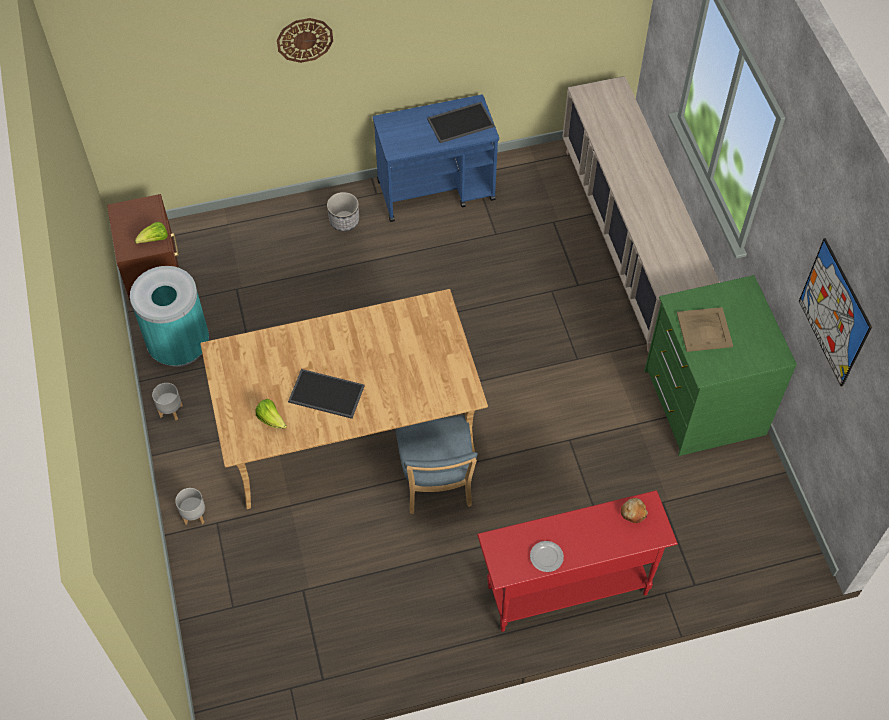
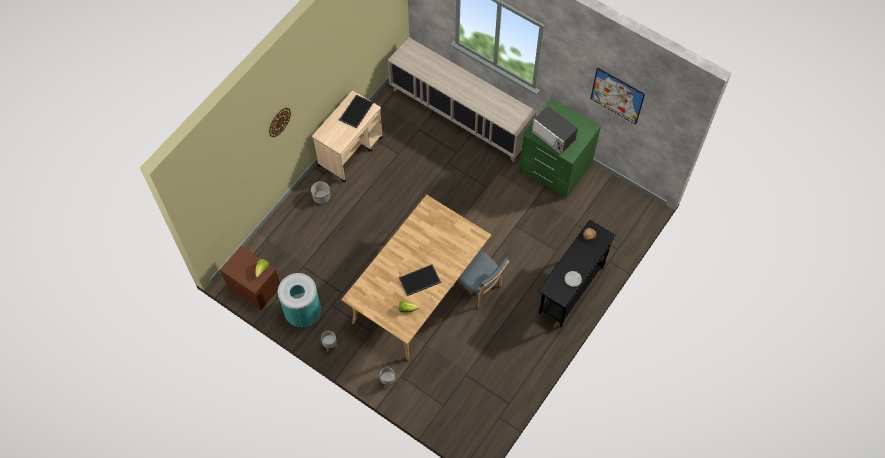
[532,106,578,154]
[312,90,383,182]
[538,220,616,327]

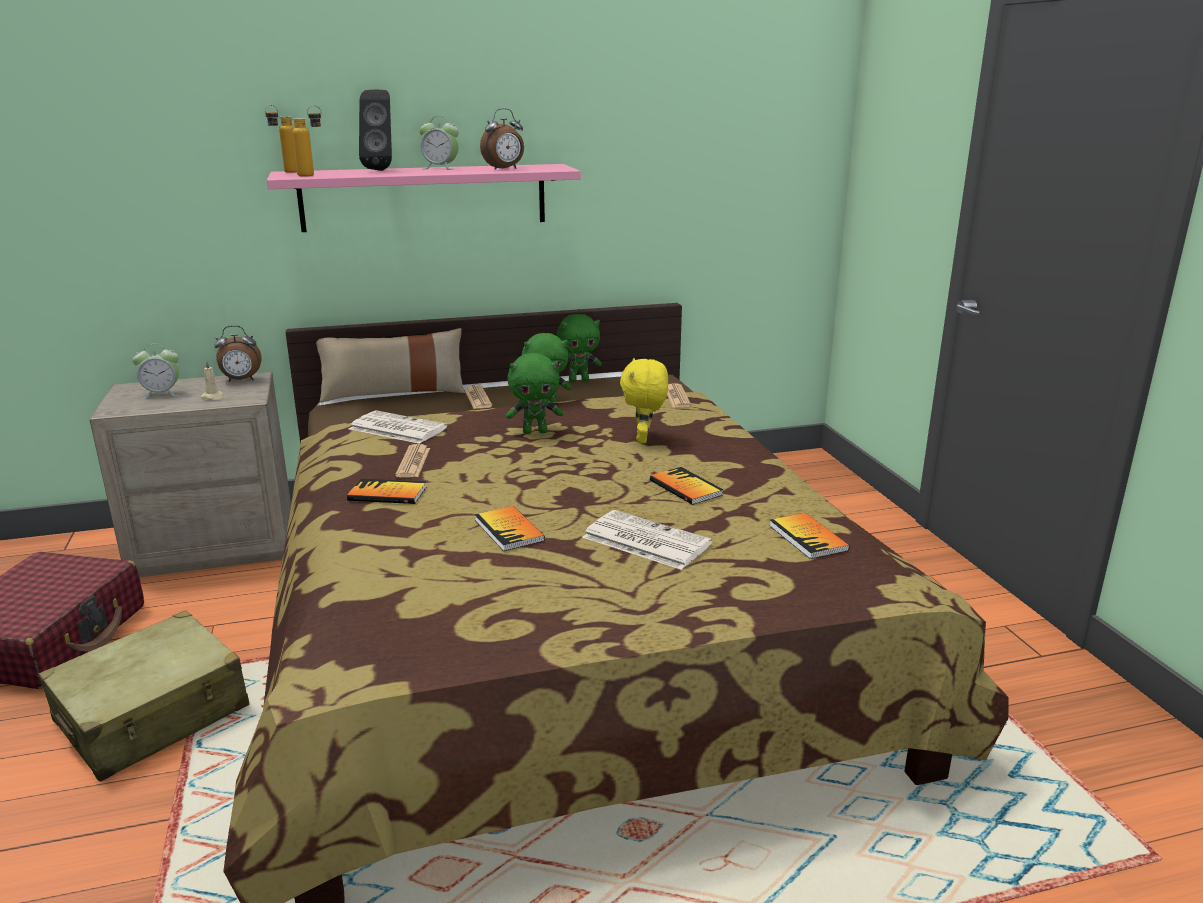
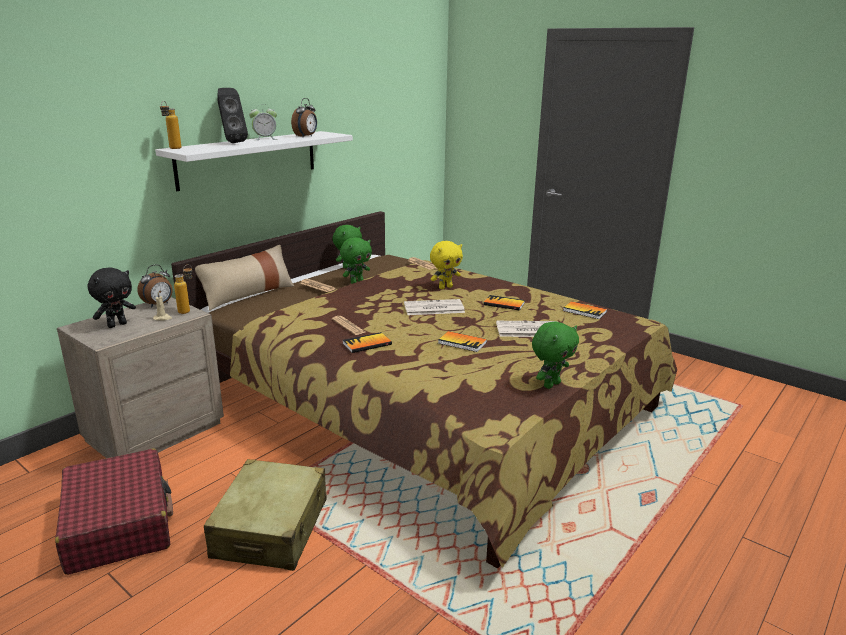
[174,264,192,314]
[404,299,465,315]
[532,321,579,389]
[88,267,136,328]
[155,131,353,191]
[430,241,463,289]

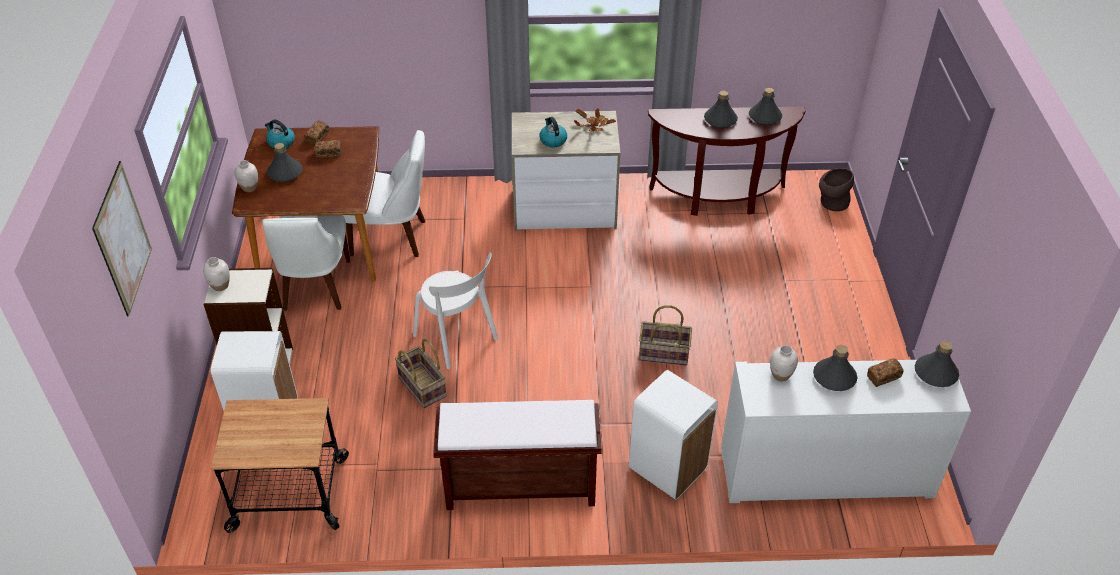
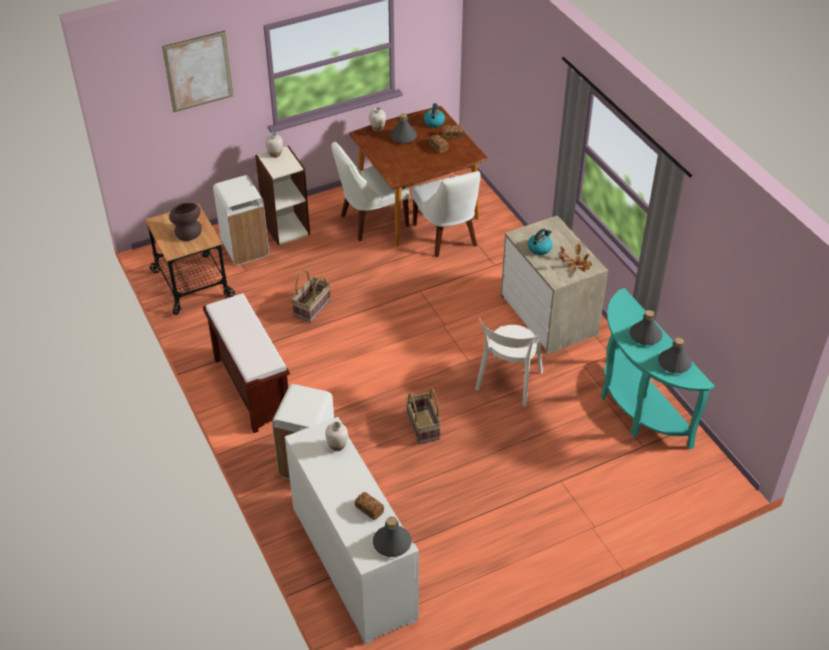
[813,345,858,391] (first image)
[475,317,543,406]
[169,203,202,241]
[601,288,715,449]

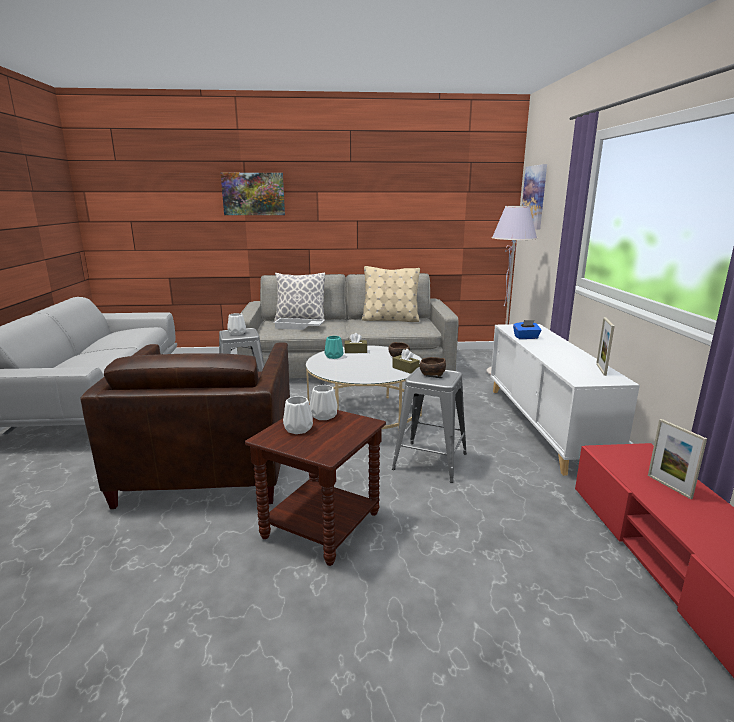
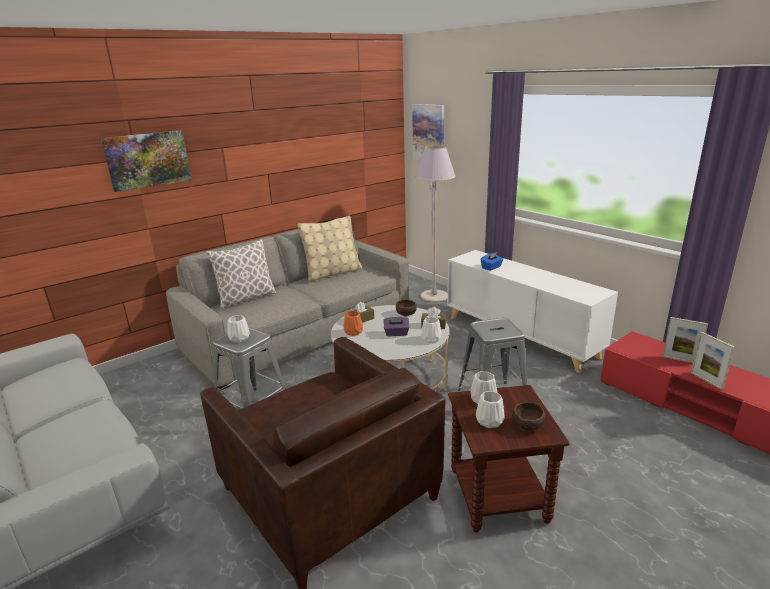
[274,318,325,330] (first image)
[383,317,409,336]
[421,317,442,343]
[512,402,545,432]
[691,332,735,390]
[344,311,363,336]

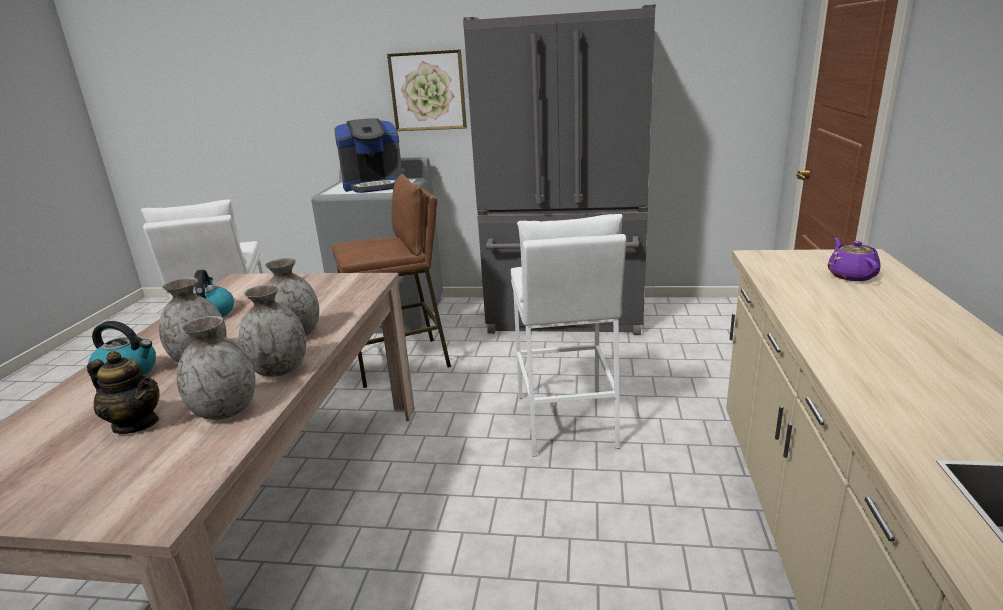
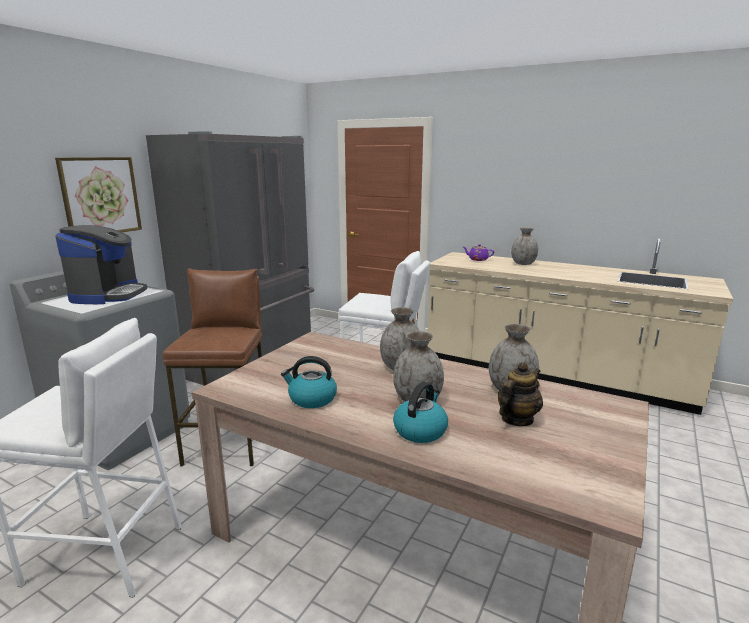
[511,228,538,265]

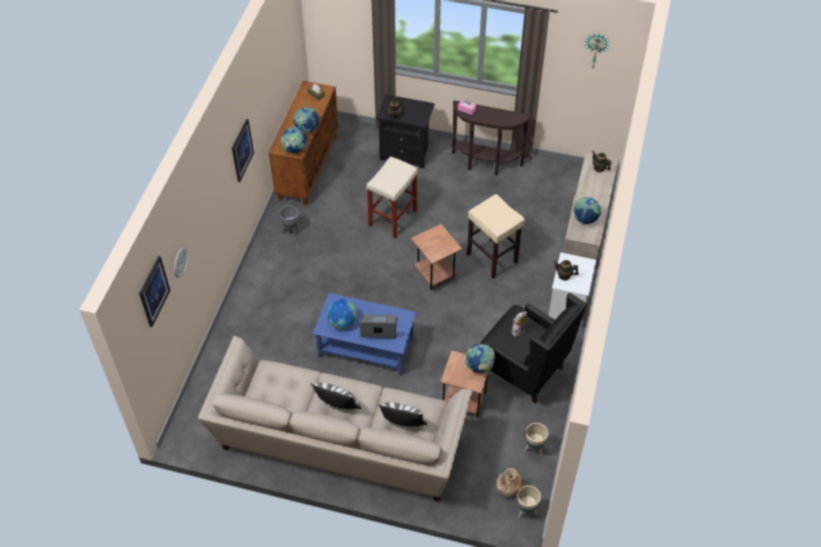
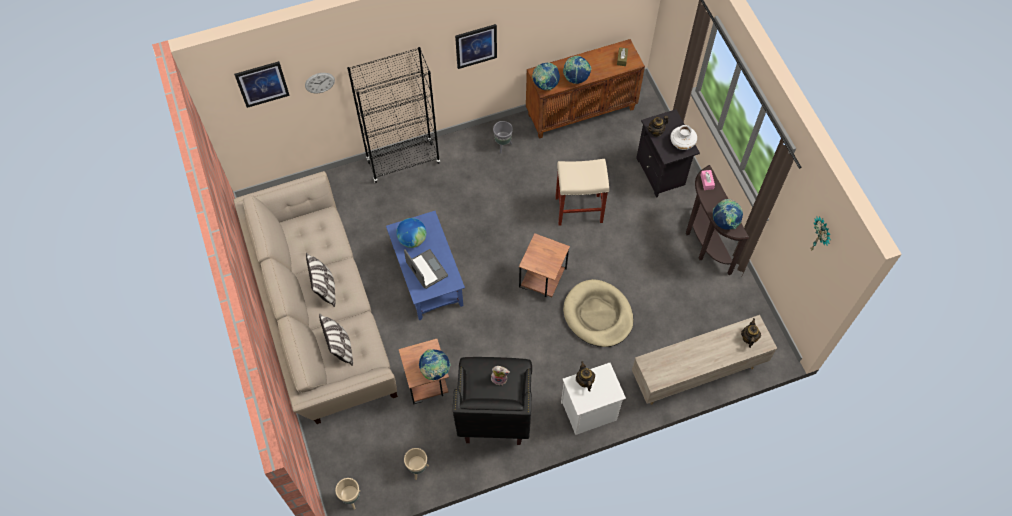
[497,468,522,497] (first image)
[347,47,440,183]
[670,125,697,150]
[713,199,743,230]
[563,279,633,347]

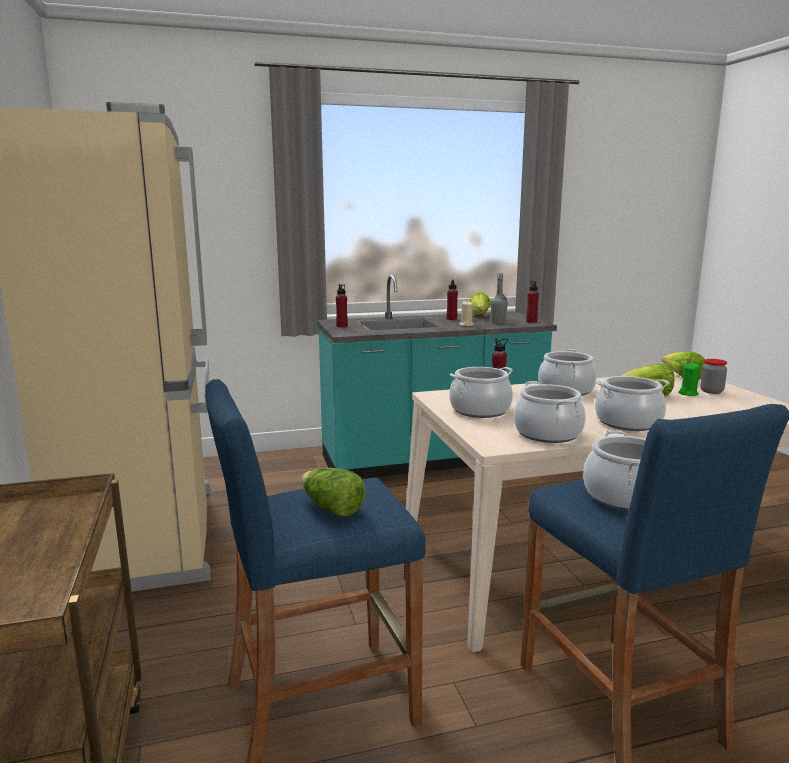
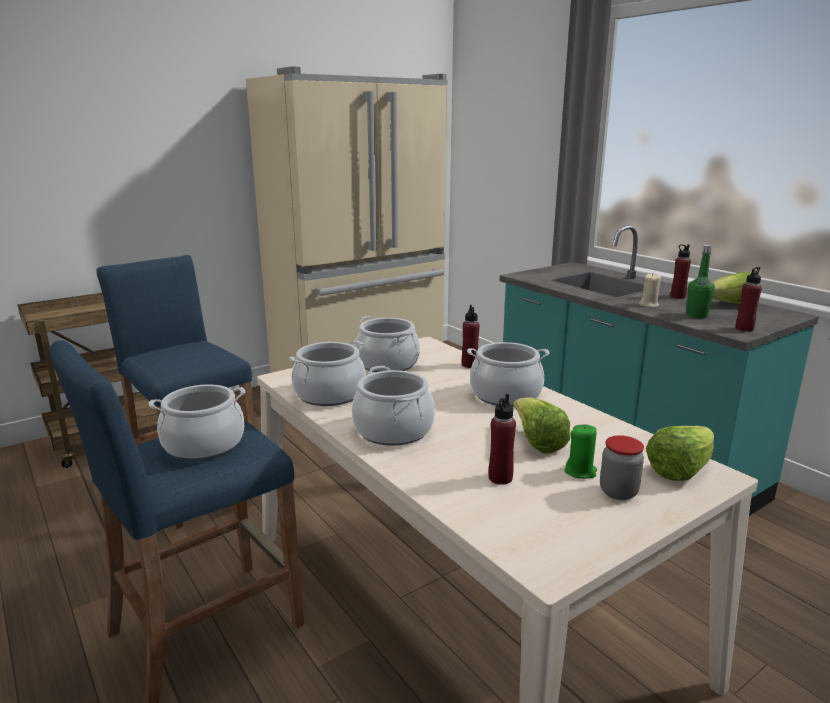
[301,468,366,517] (first image)
[488,394,516,485]
[686,245,715,318]

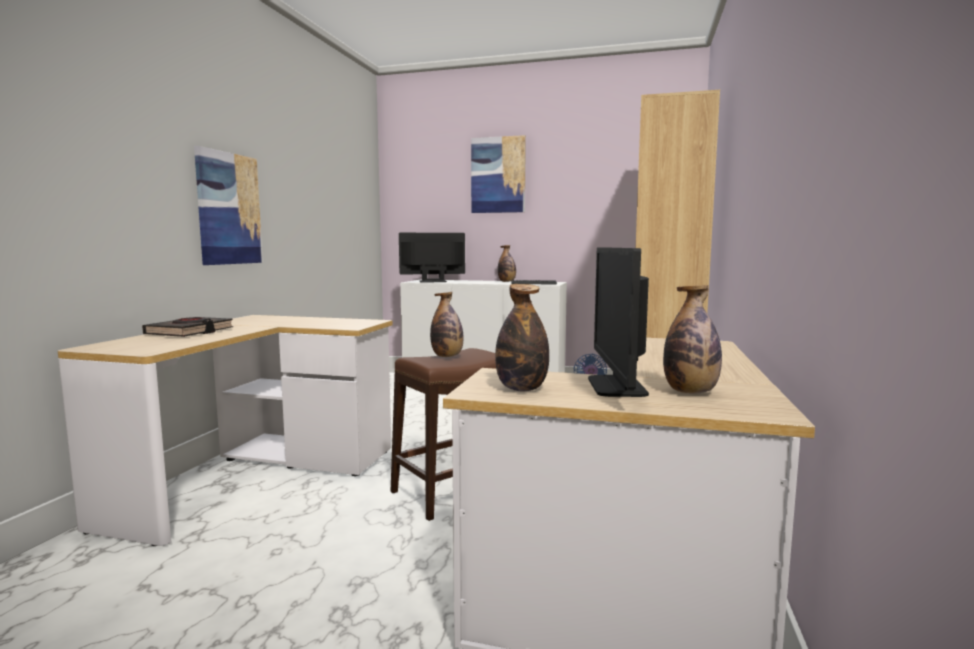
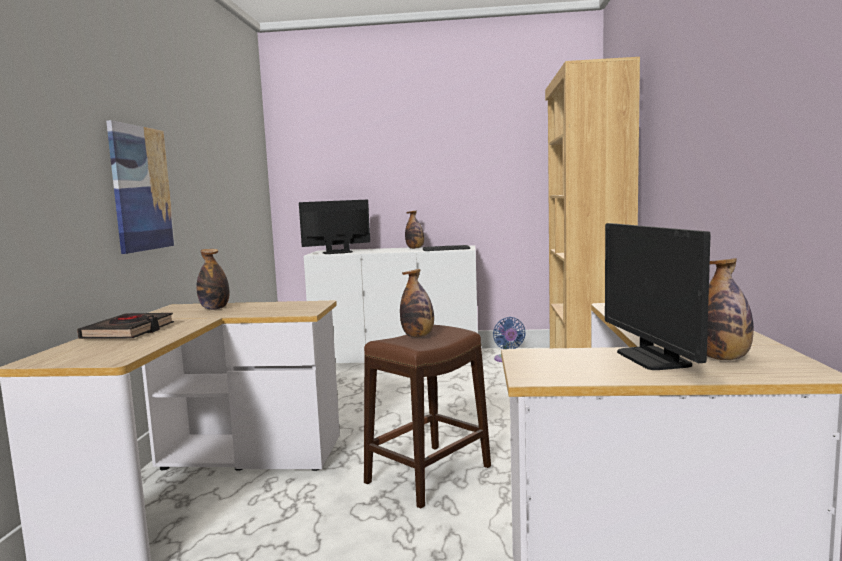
[471,135,526,213] (first image)
[196,249,230,310]

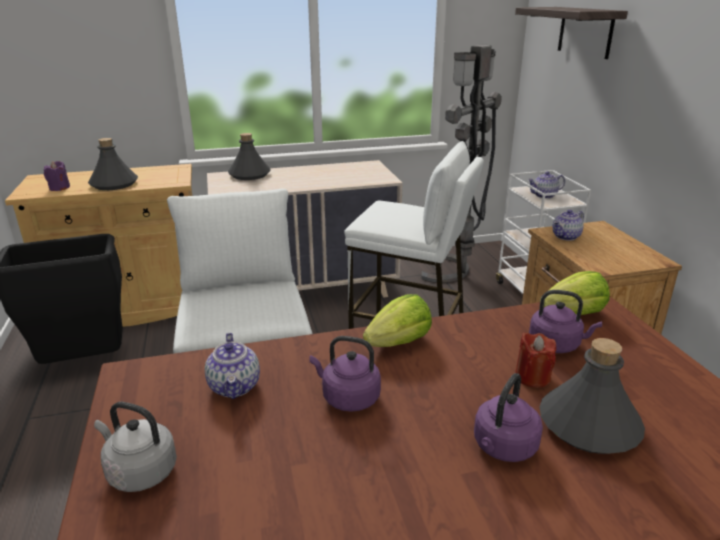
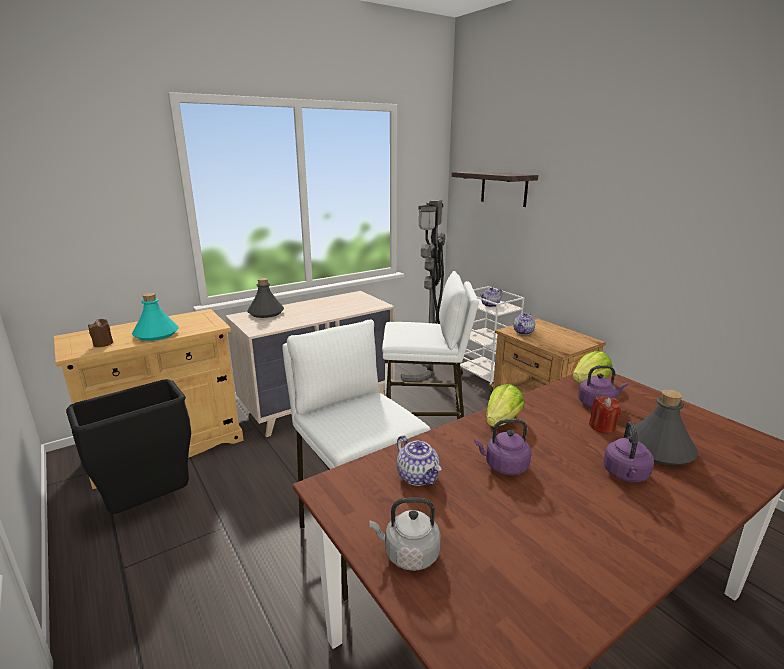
[88,319,113,347]
[132,293,179,341]

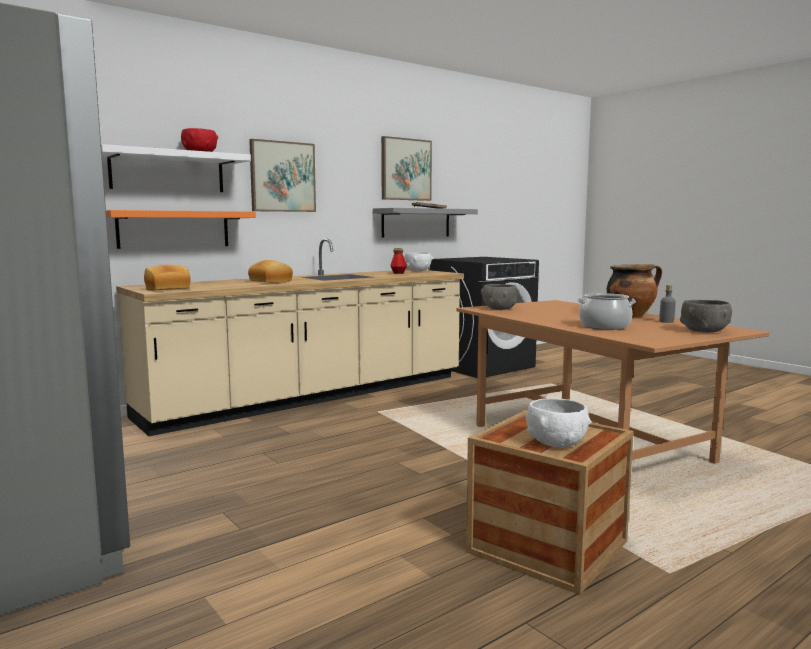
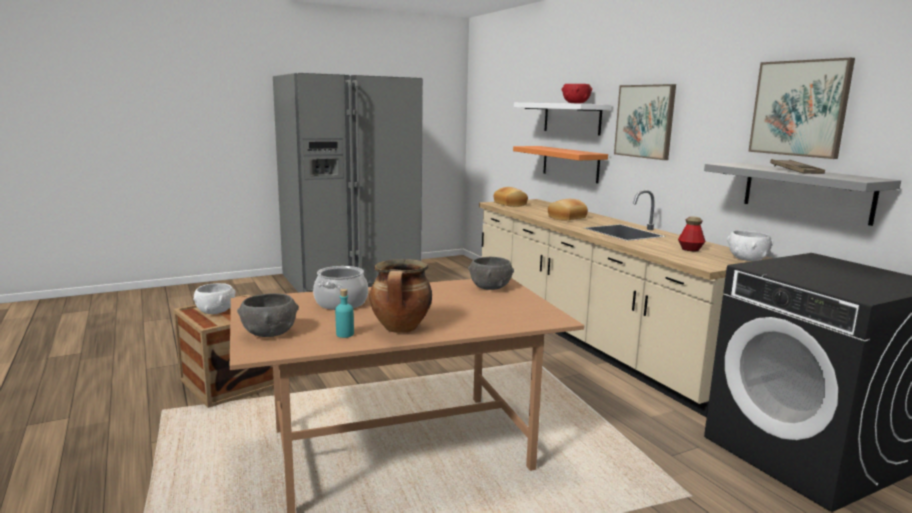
[335,289,354,338]

